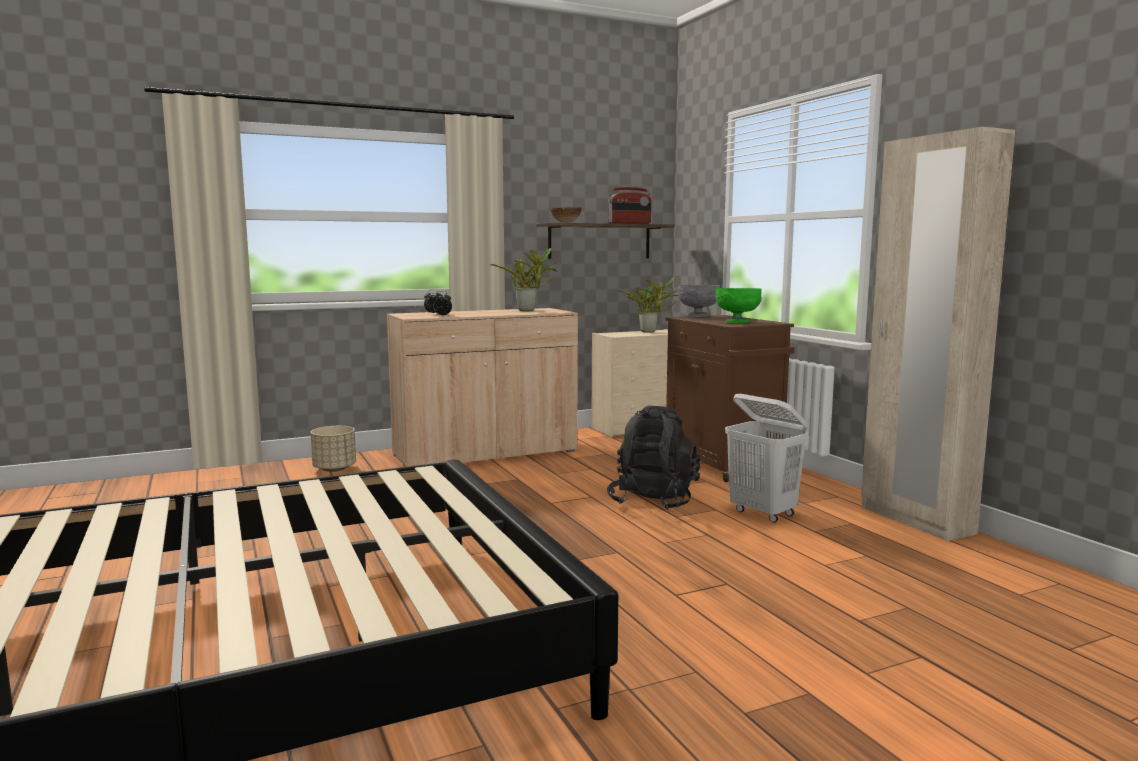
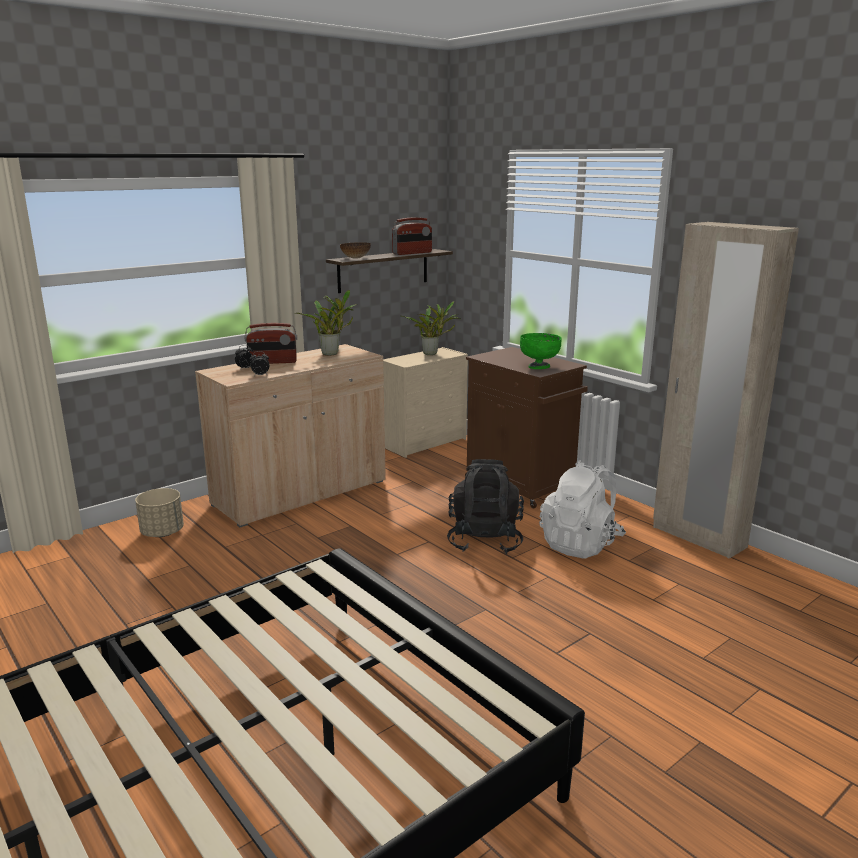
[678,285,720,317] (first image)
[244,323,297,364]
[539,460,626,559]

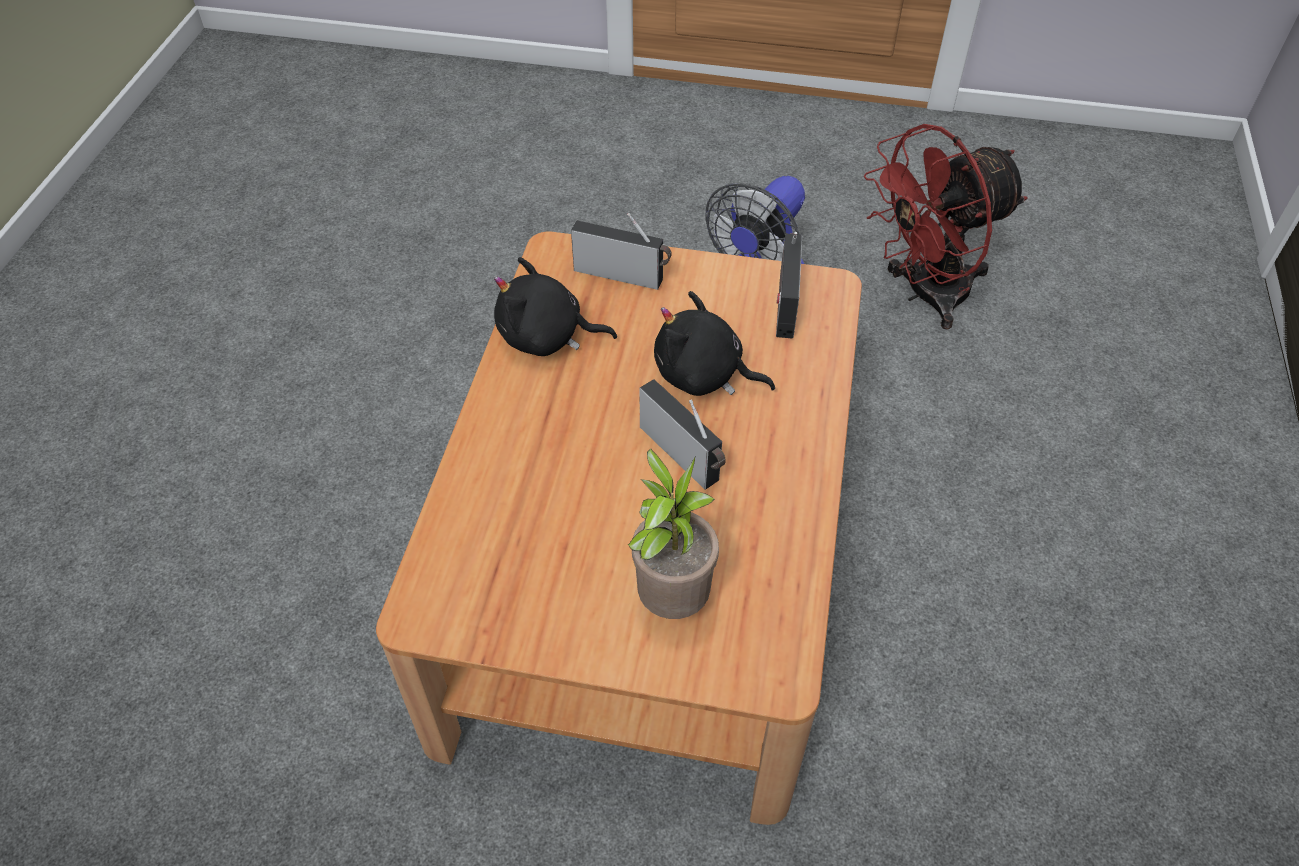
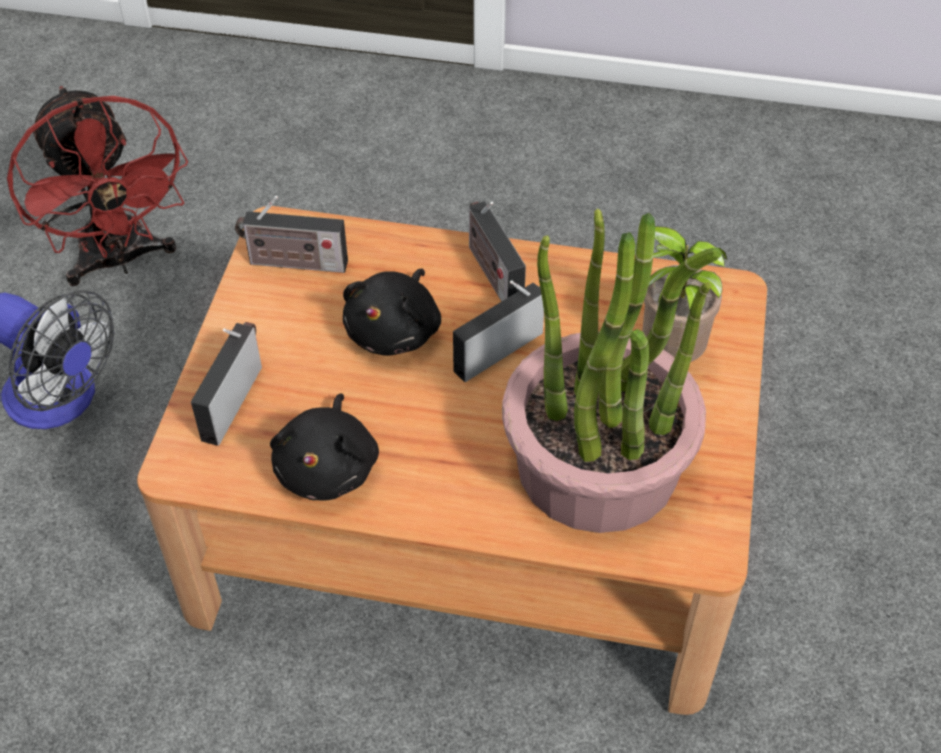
[469,201,526,302]
[502,208,722,533]

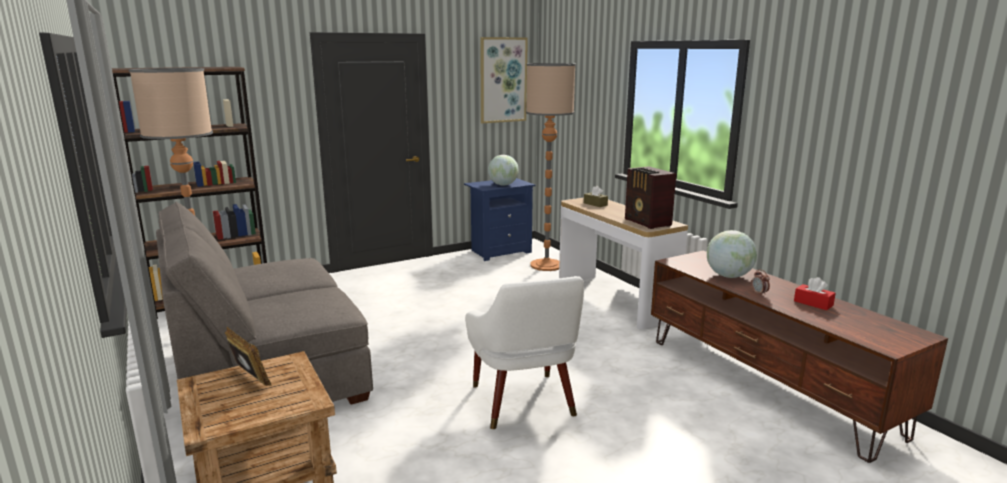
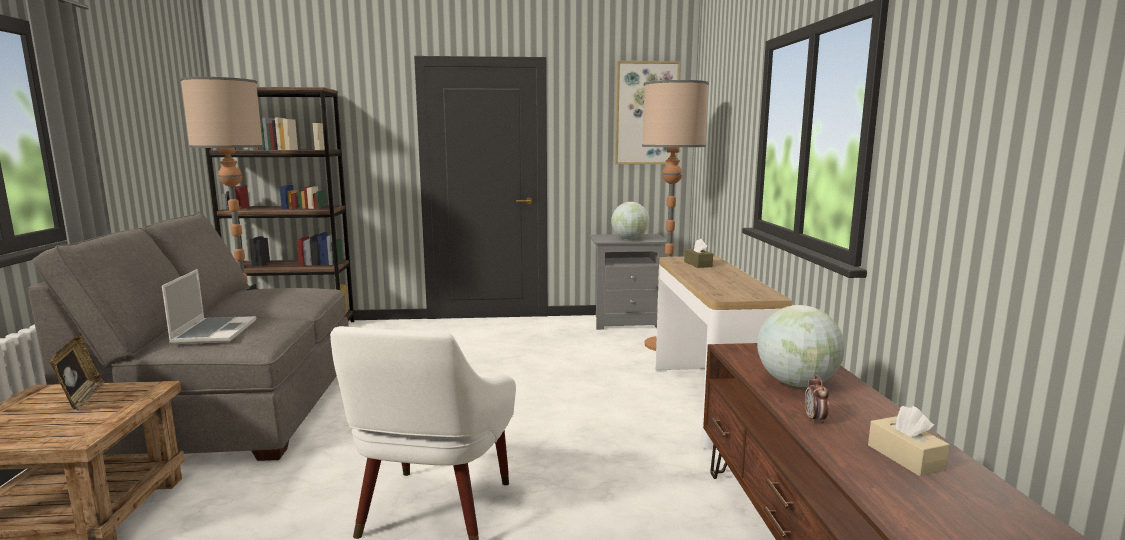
[625,166,676,229] (first image)
[162,269,256,344]
[589,234,667,330]
[868,406,950,476]

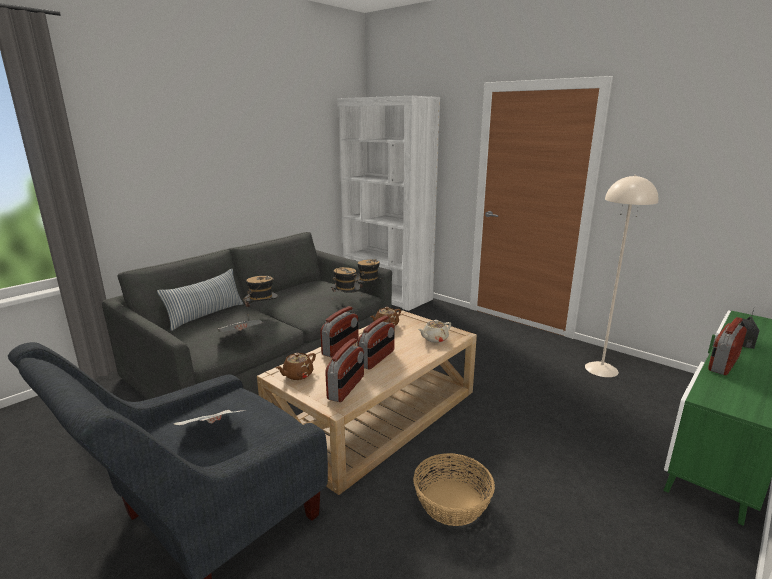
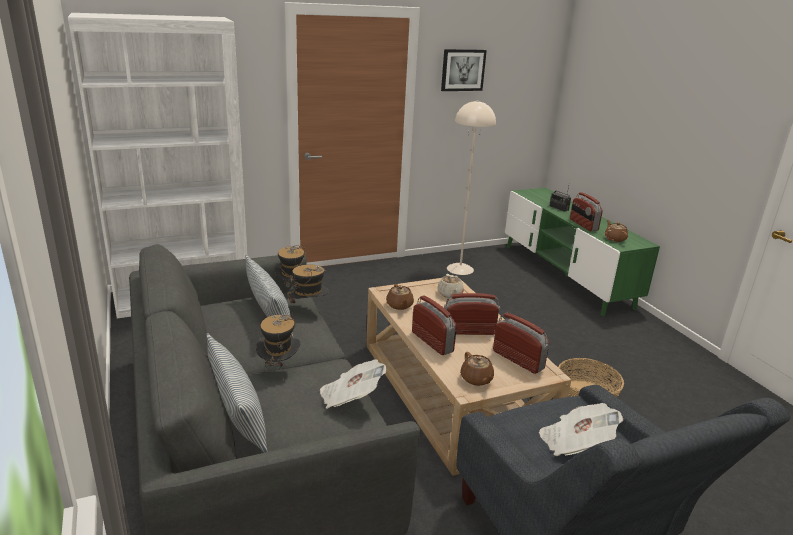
[245,255,293,337]
[441,49,487,91]
[605,220,628,242]
[444,293,500,335]

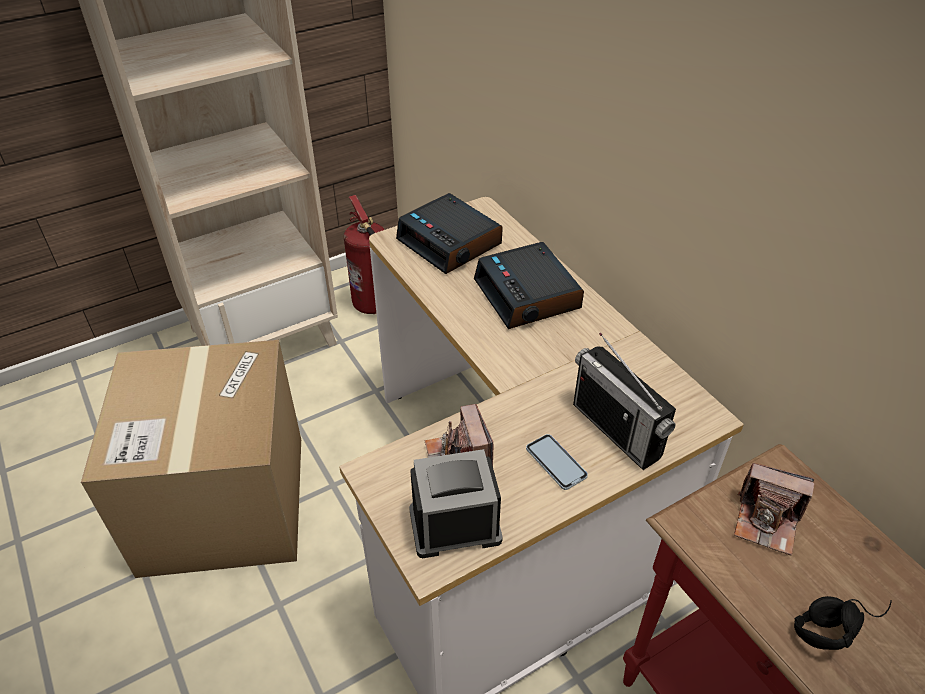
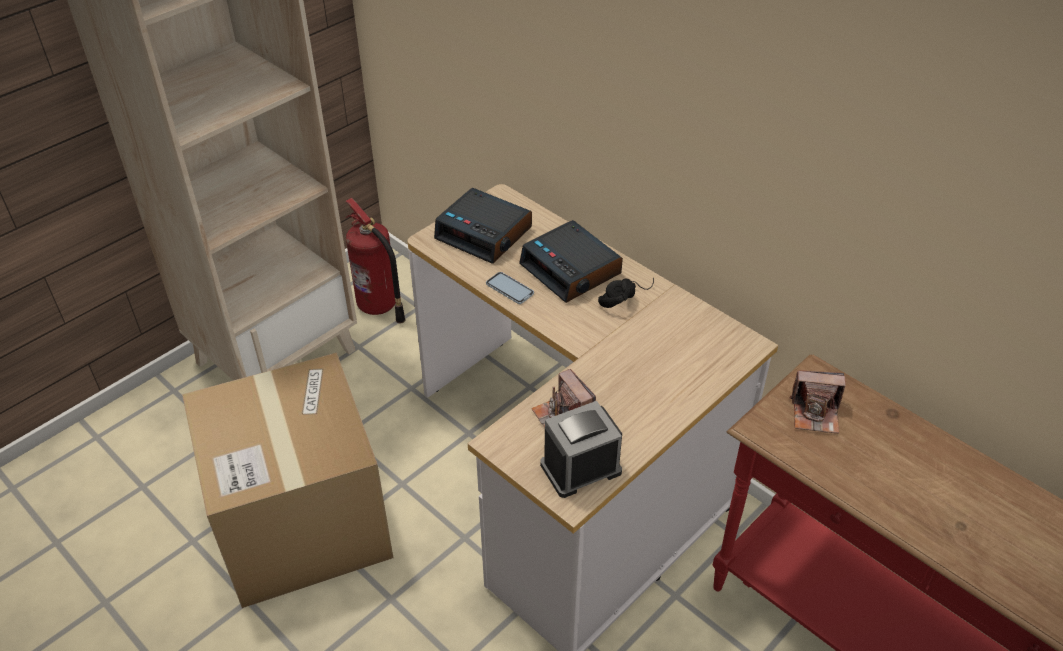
[573,332,676,470] (first image)
[486,272,534,304]
[598,278,654,308]

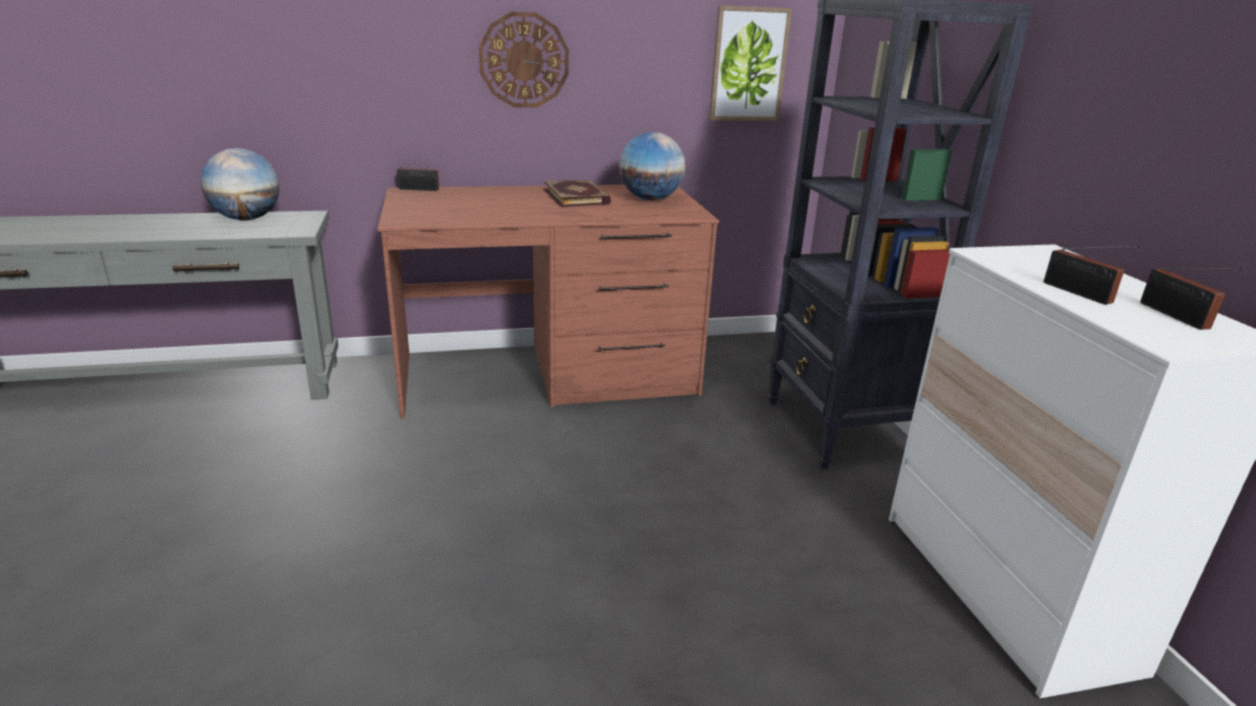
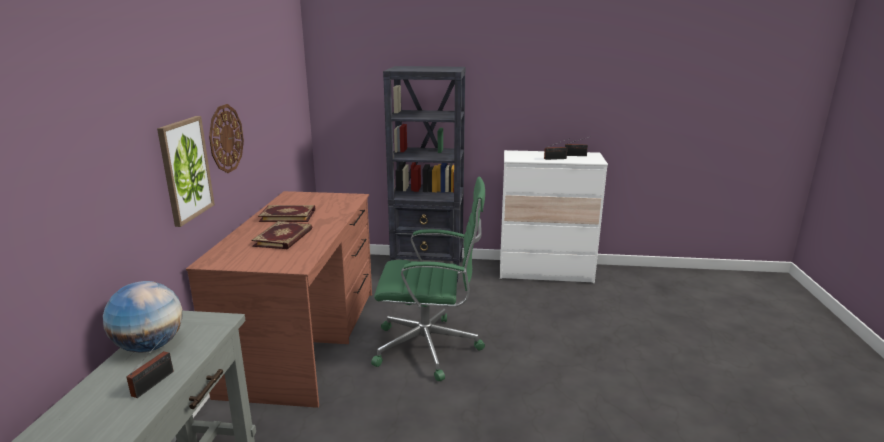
[619,132,685,200] (first image)
[251,221,312,250]
[371,177,485,381]
[127,334,173,398]
[157,116,215,227]

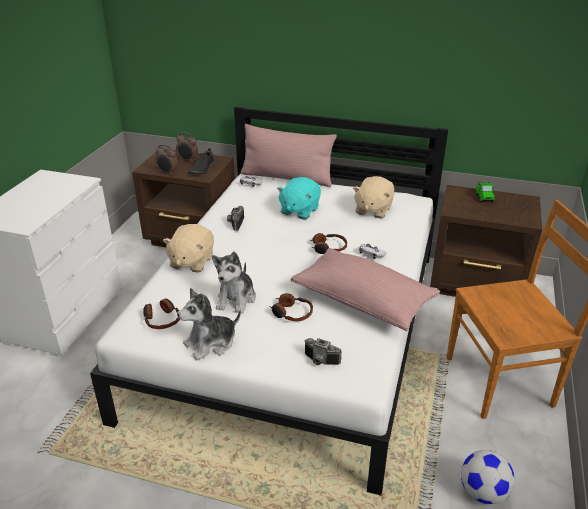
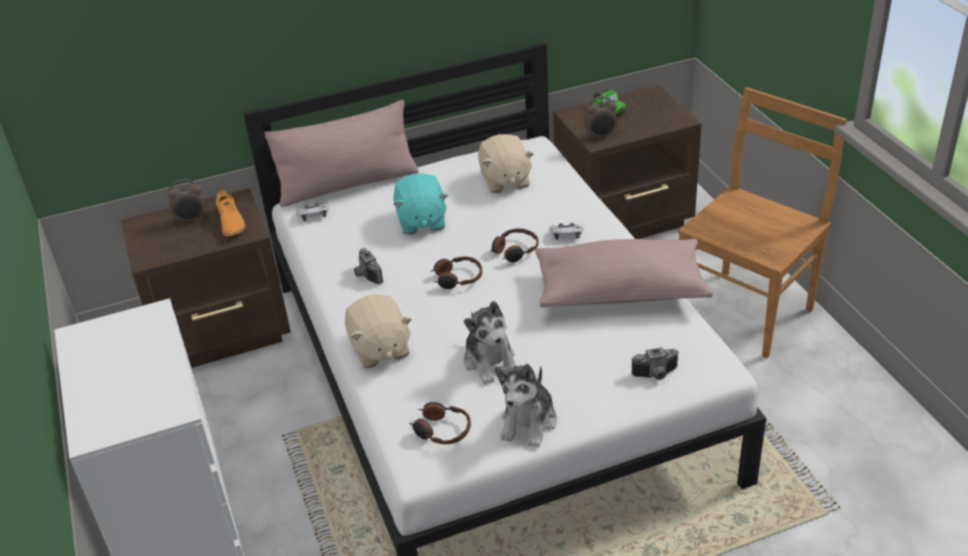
[461,450,515,504] (first image)
[584,96,617,140]
[430,257,482,289]
[216,188,245,237]

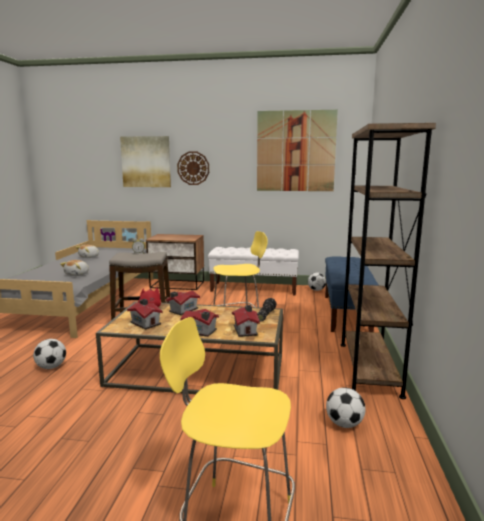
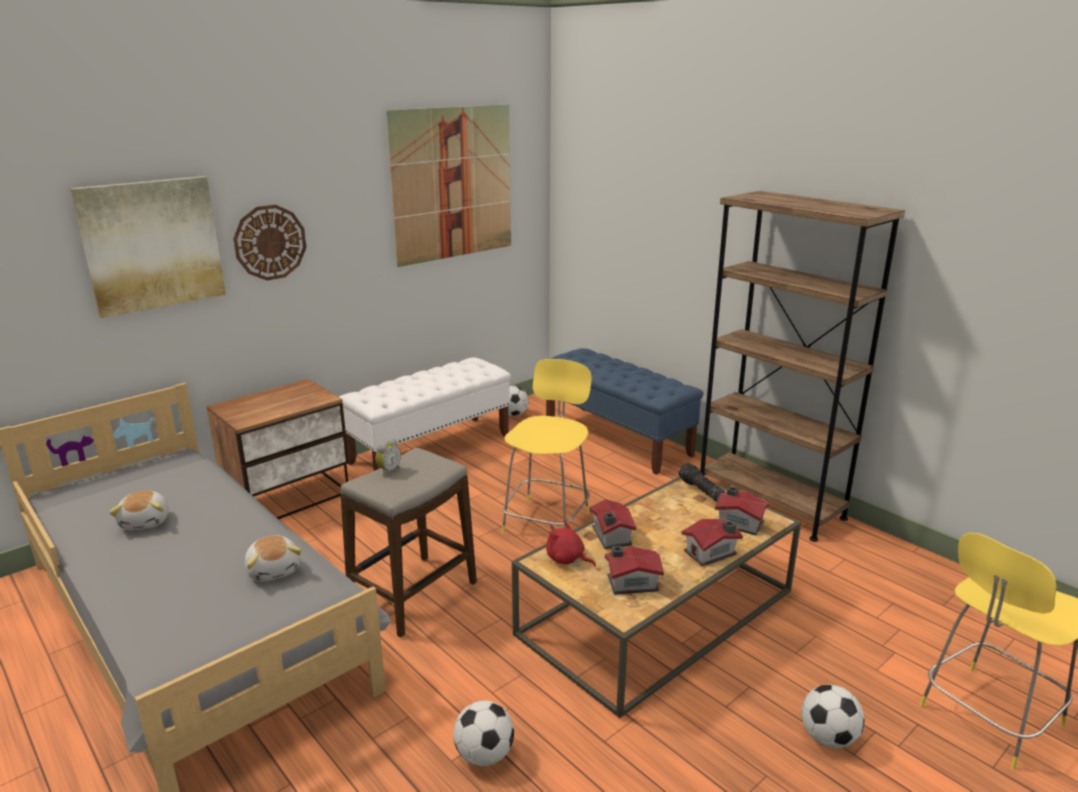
[801,685,864,748]

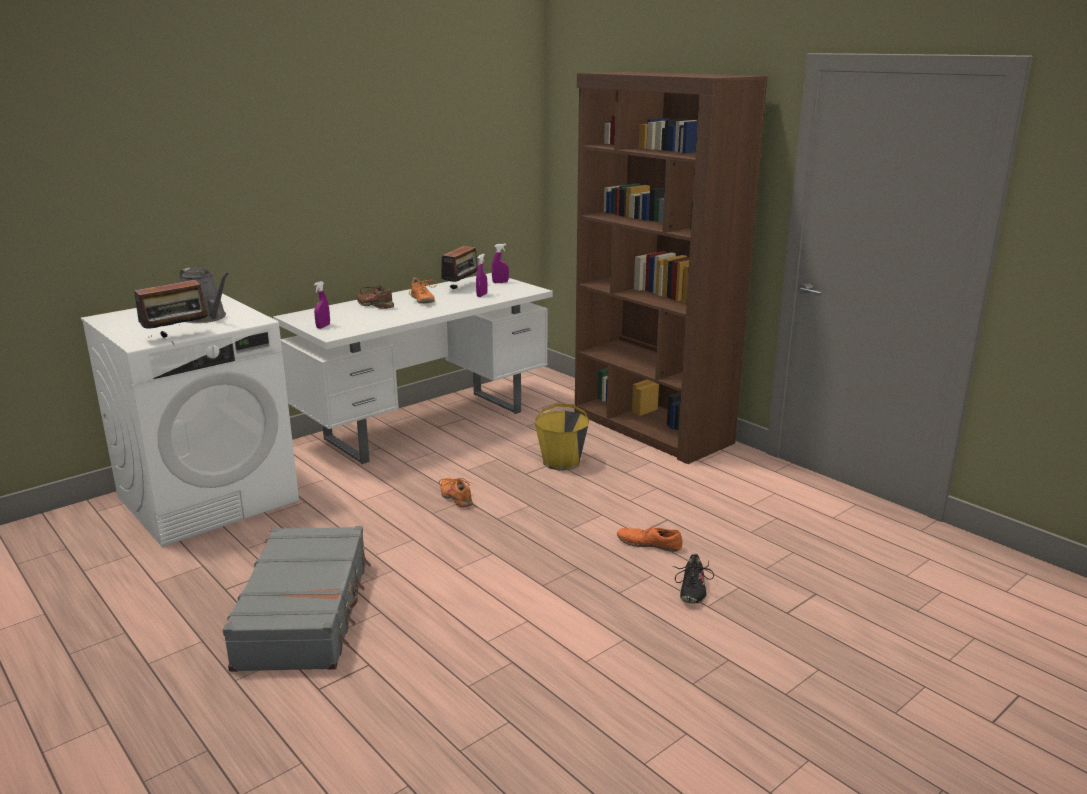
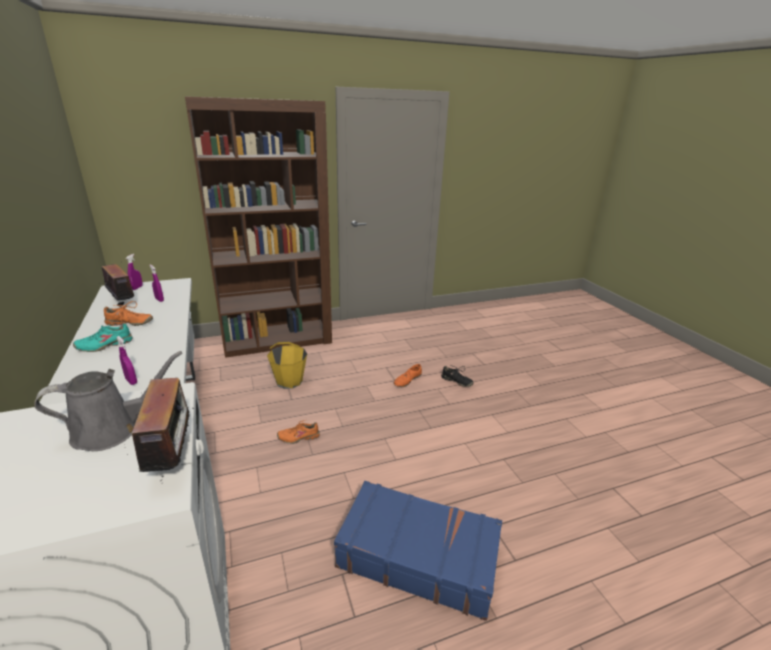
[334,481,502,621]
[73,323,133,352]

